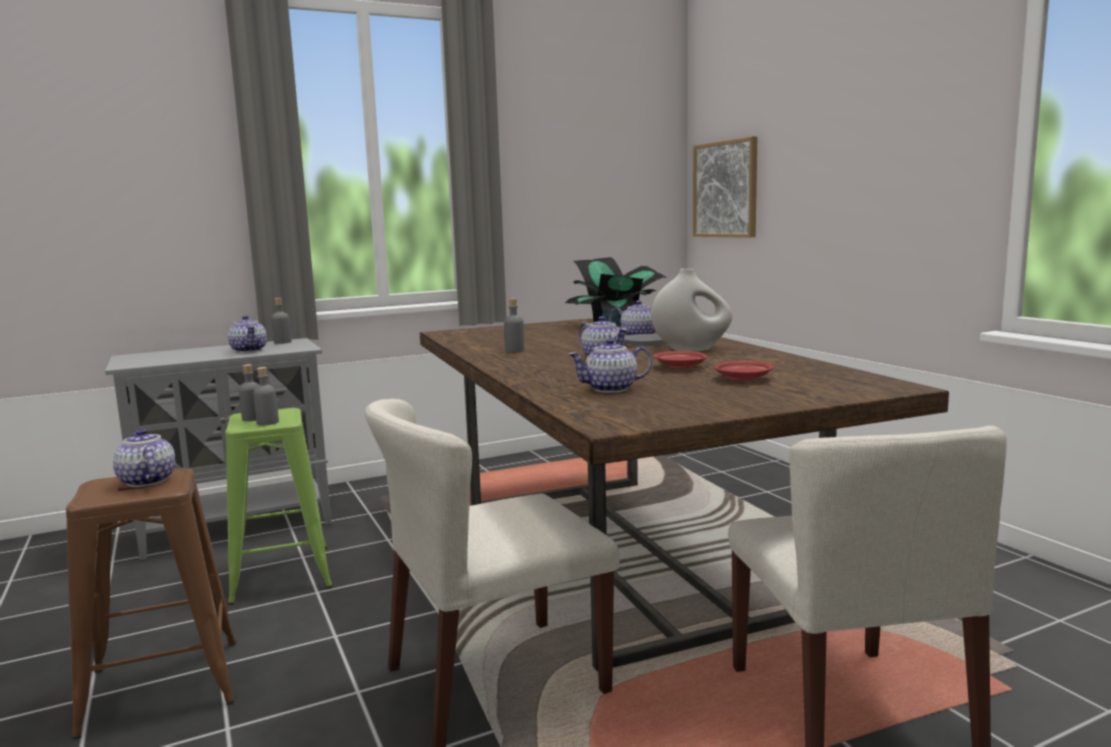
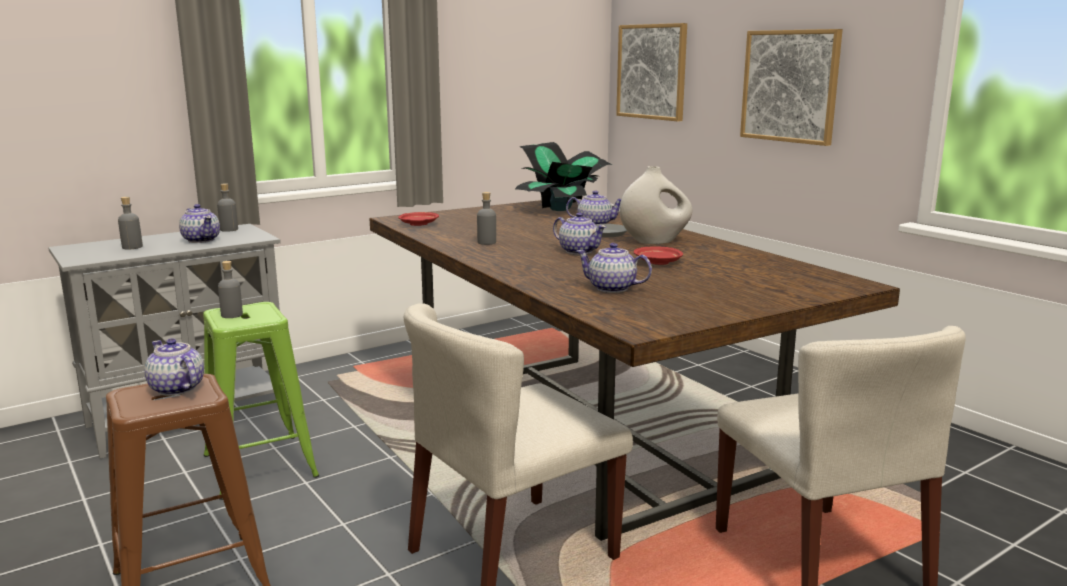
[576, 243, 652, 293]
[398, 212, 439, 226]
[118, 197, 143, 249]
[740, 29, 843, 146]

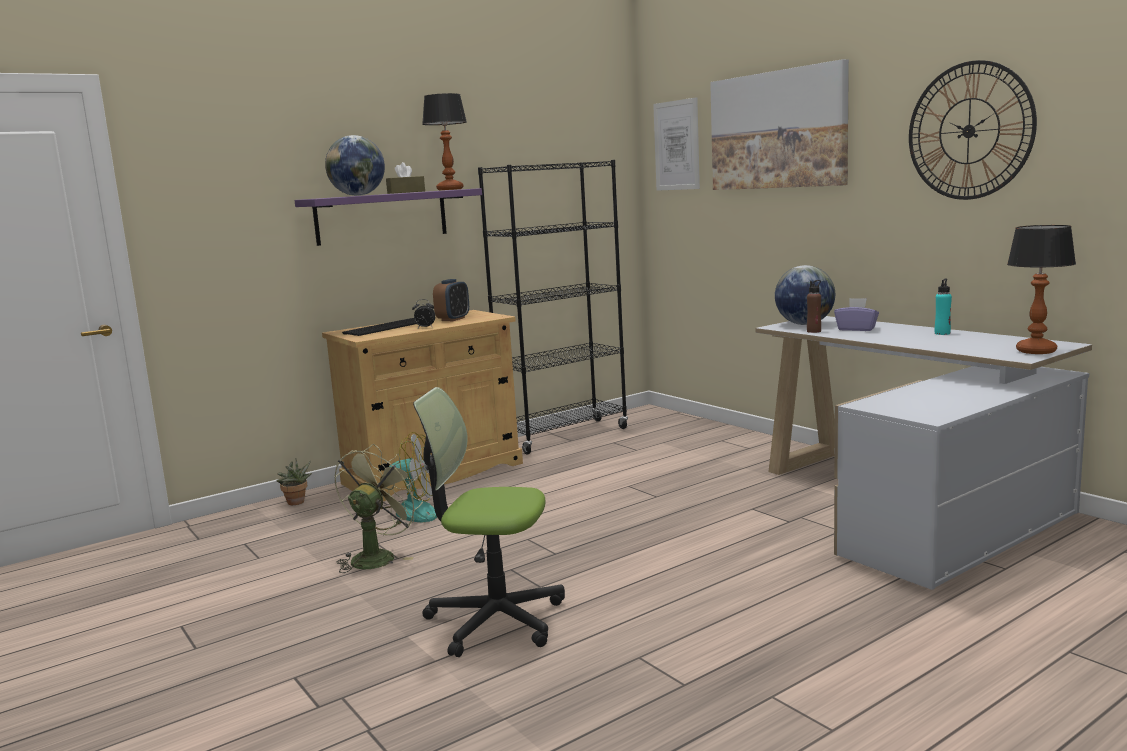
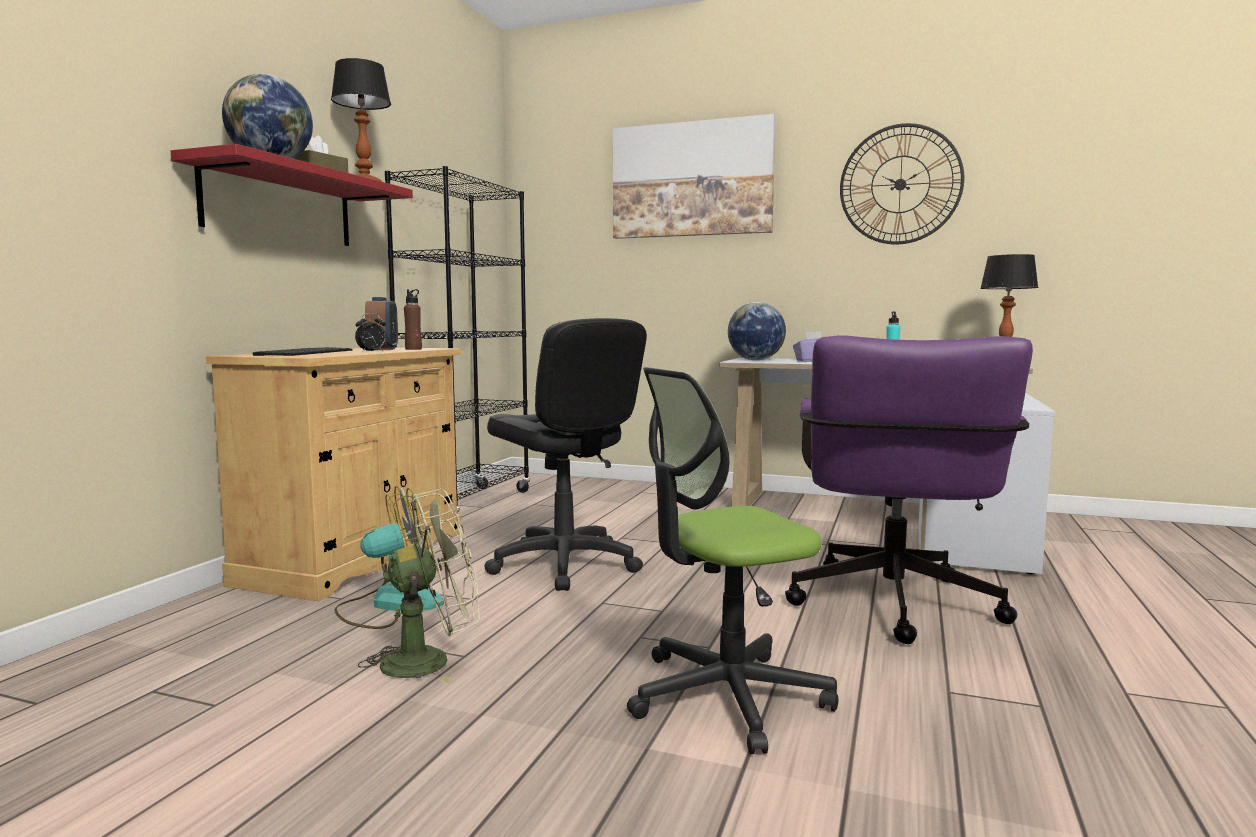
[653, 97, 700, 191] (first image)
[171, 144, 413, 246]
[404, 289, 422, 350]
[358, 488, 480, 684]
[277, 458, 312, 505] (first image)
[484, 318, 647, 591]
[785, 335, 1033, 644]

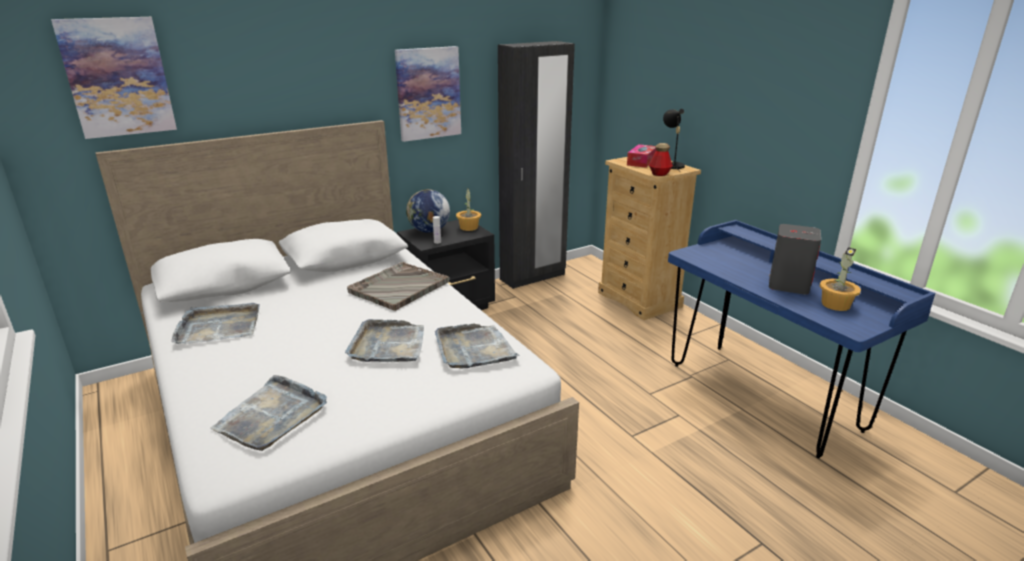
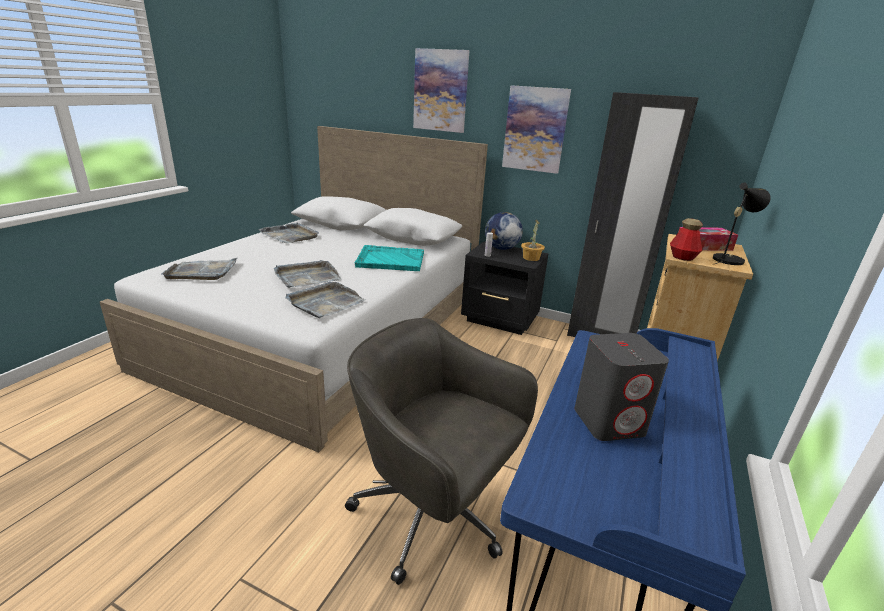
[413, 48, 470, 133]
[819, 247, 861, 311] (first image)
[354, 245, 424, 271]
[345, 318, 538, 585]

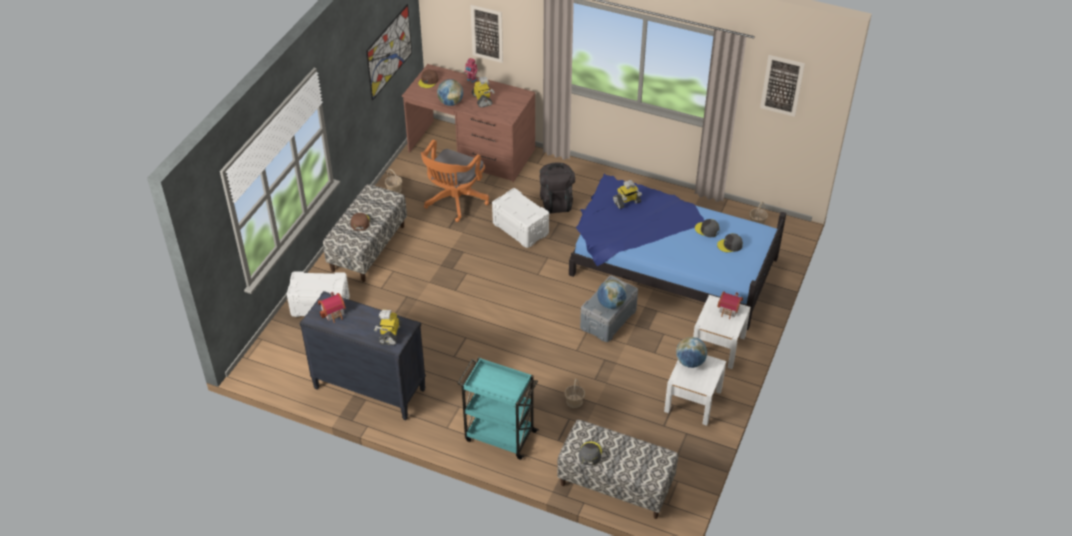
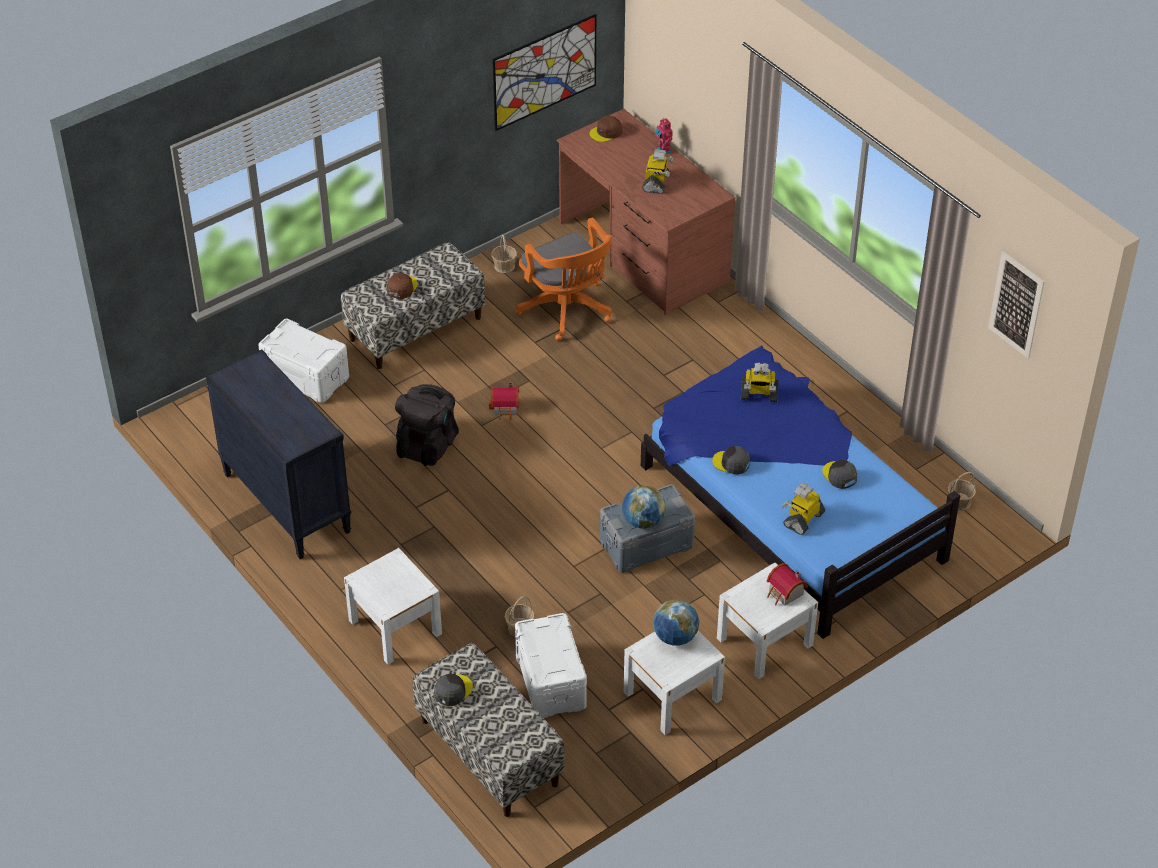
[470, 5, 503, 63] (first image)
[437, 79, 463, 106] (first image)
[515, 217, 612, 341]
[395, 384, 459, 466]
[515, 613, 587, 718]
[712, 446, 750, 474]
[489, 382, 519, 420]
[782, 483, 825, 535]
[344, 548, 442, 665]

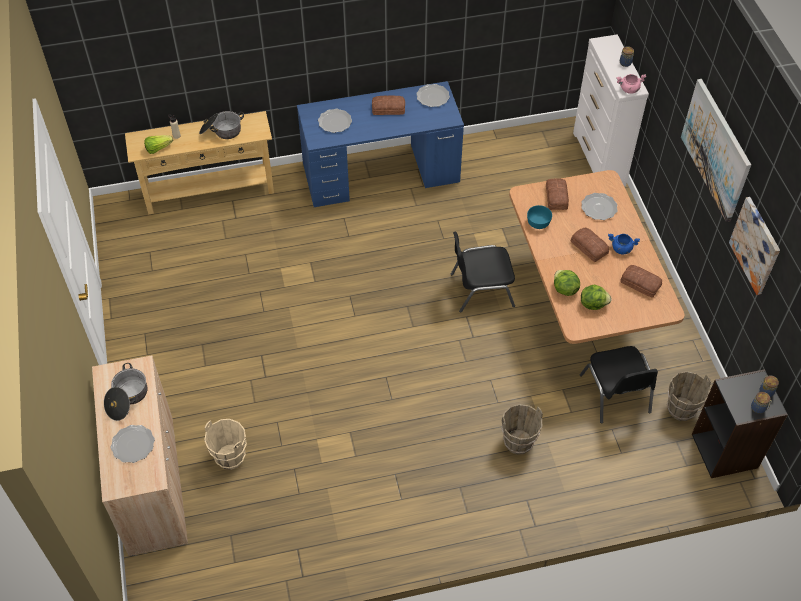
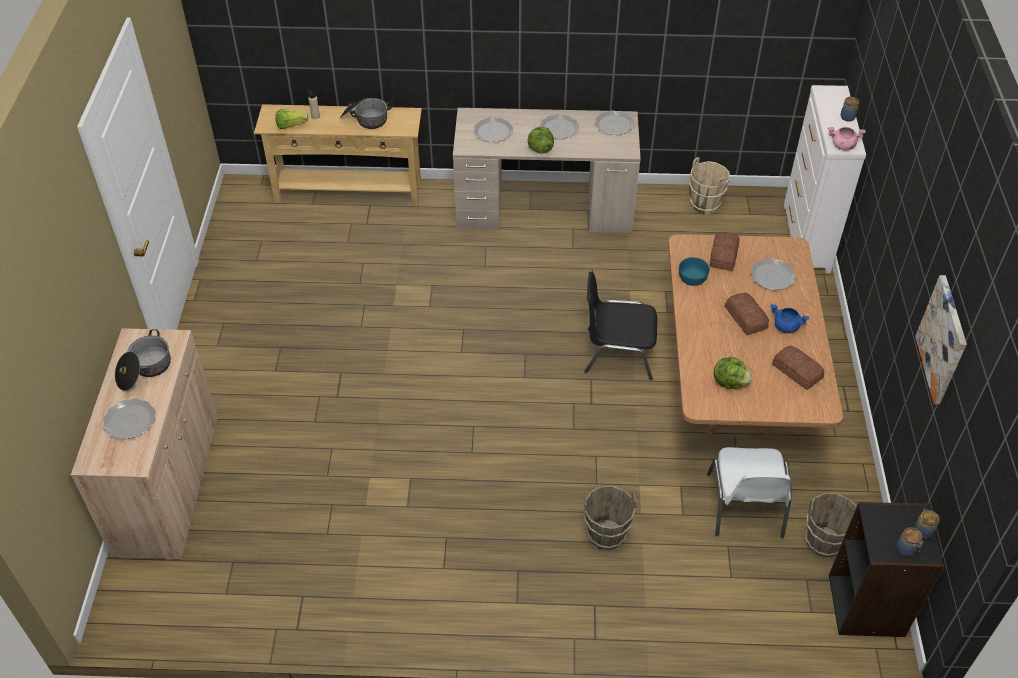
[681, 79, 751, 222] (first image)
[453, 108, 641, 233]
[540, 114, 579, 139]
[528, 127, 554, 154]
[707, 447, 792, 538]
[689, 157, 730, 215]

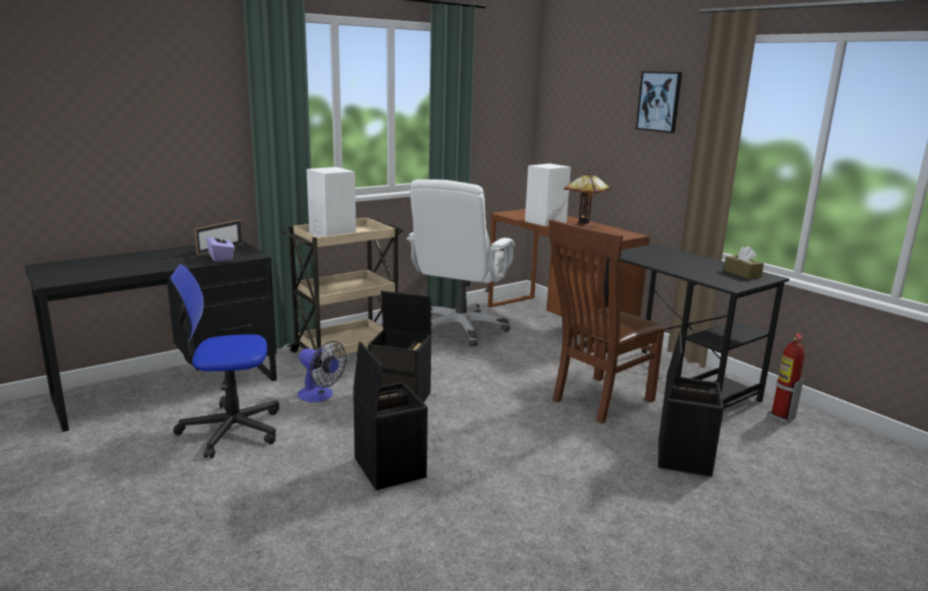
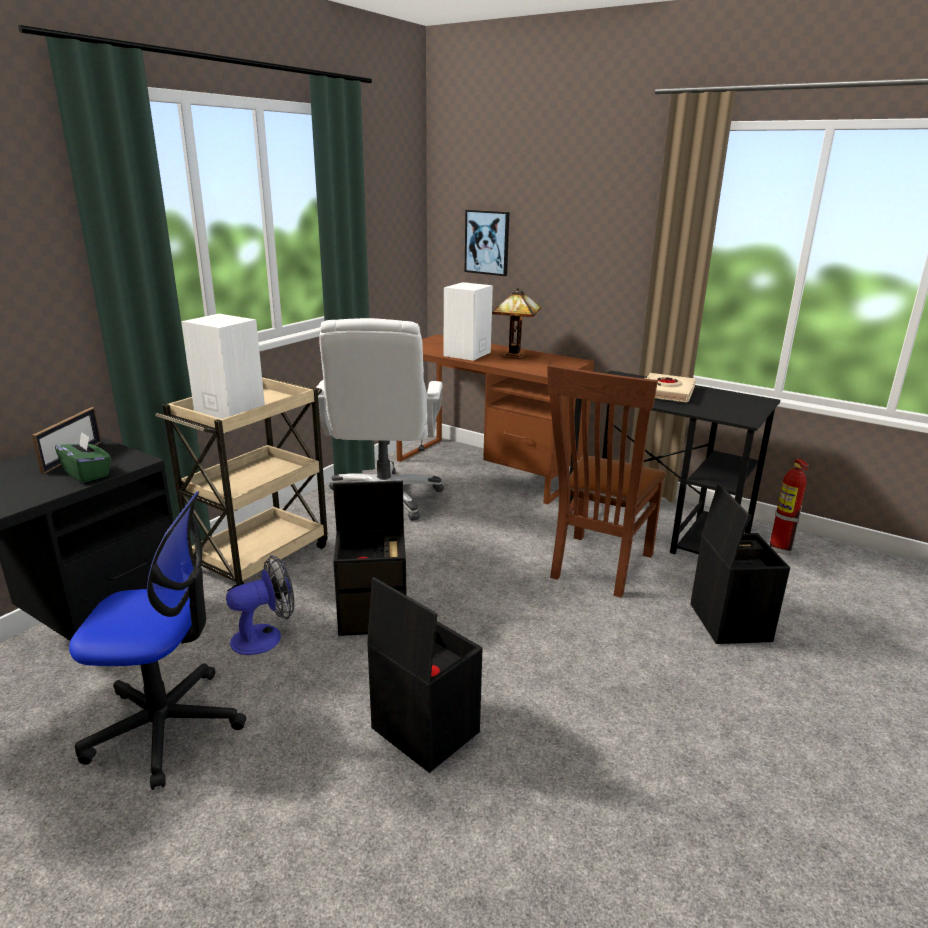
[465, 210, 509, 276]
[55, 432, 111, 483]
[724, 246, 764, 279] (first image)
[69, 492, 246, 790]
[226, 555, 294, 655]
[644, 373, 696, 403]

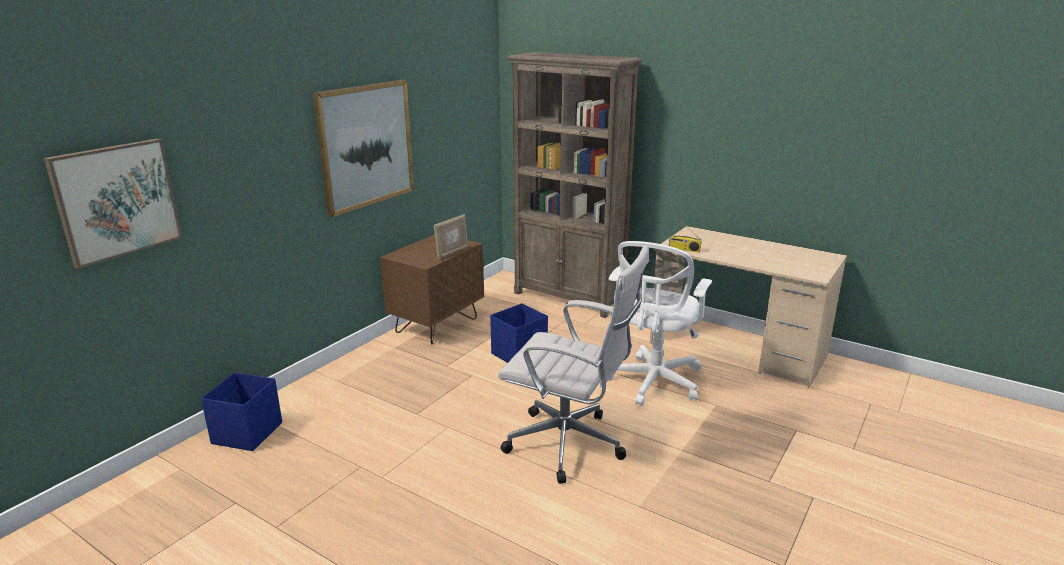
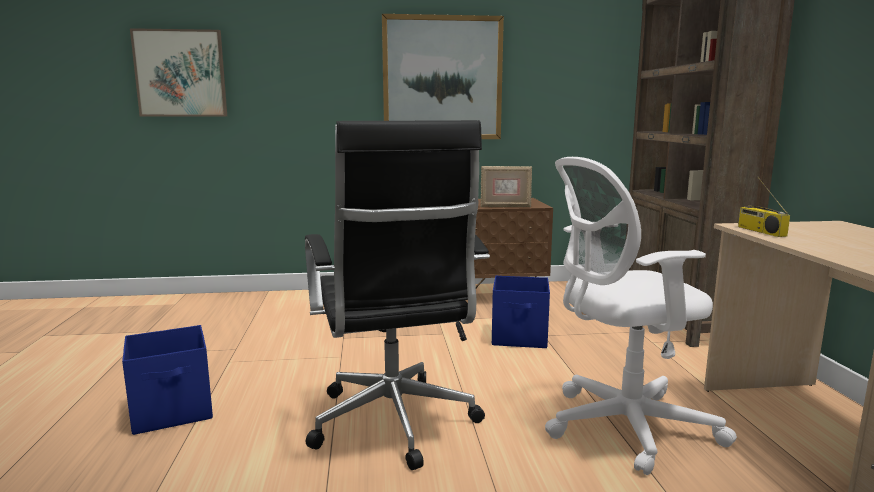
[305, 120, 490, 470]
[122, 325, 213, 435]

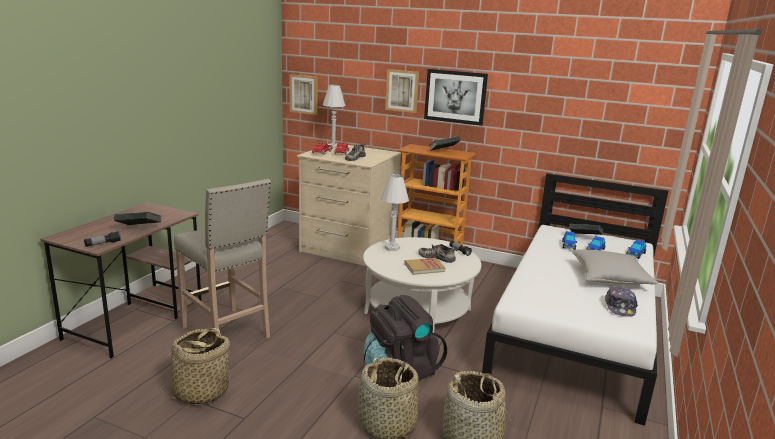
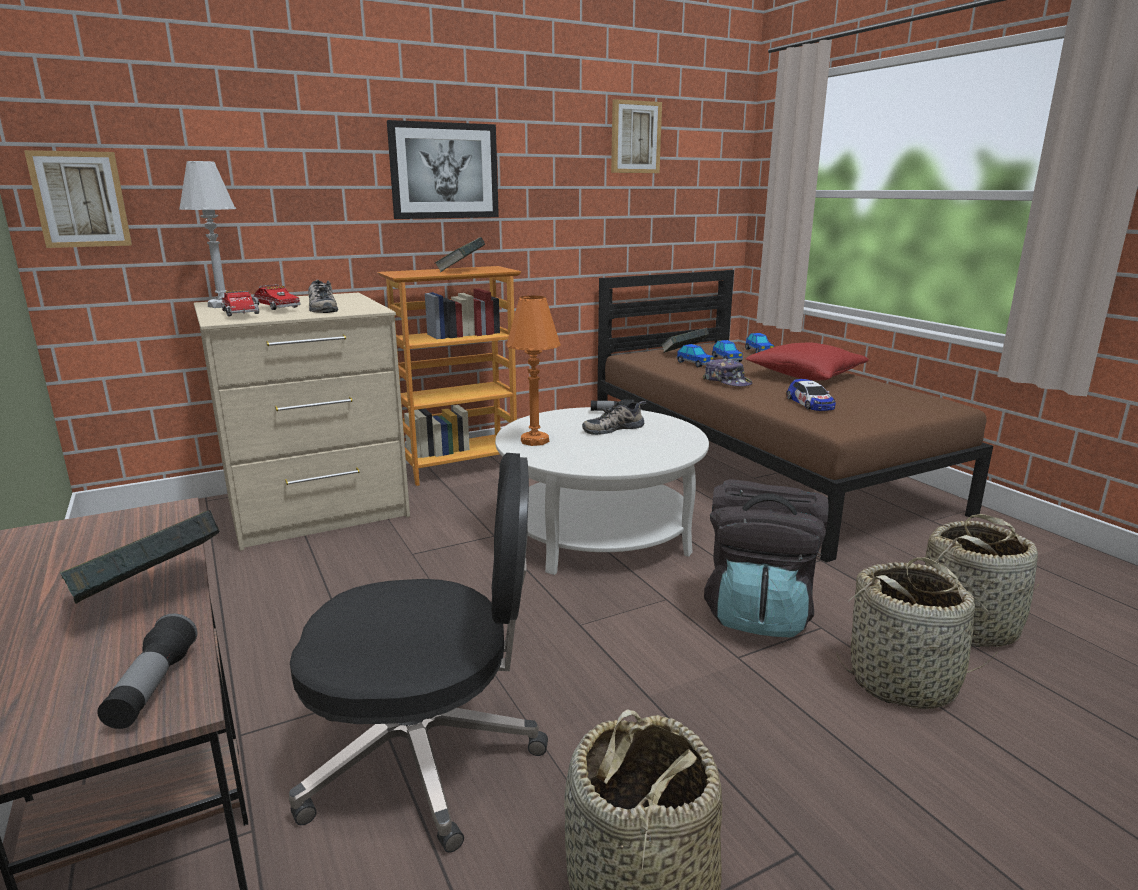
[611, 99, 662, 173]
[597, 270, 993, 563]
[506, 296, 561, 446]
[289, 453, 548, 853]
[746, 342, 869, 381]
[404, 258, 445, 275] (first image)
[703, 358, 752, 387]
[786, 379, 836, 411]

